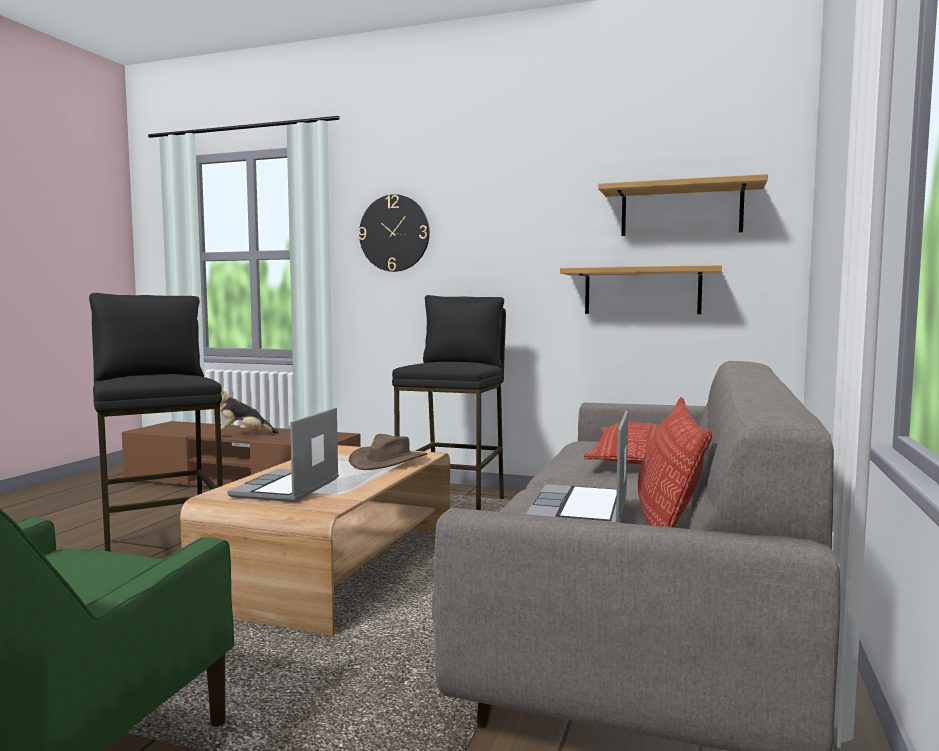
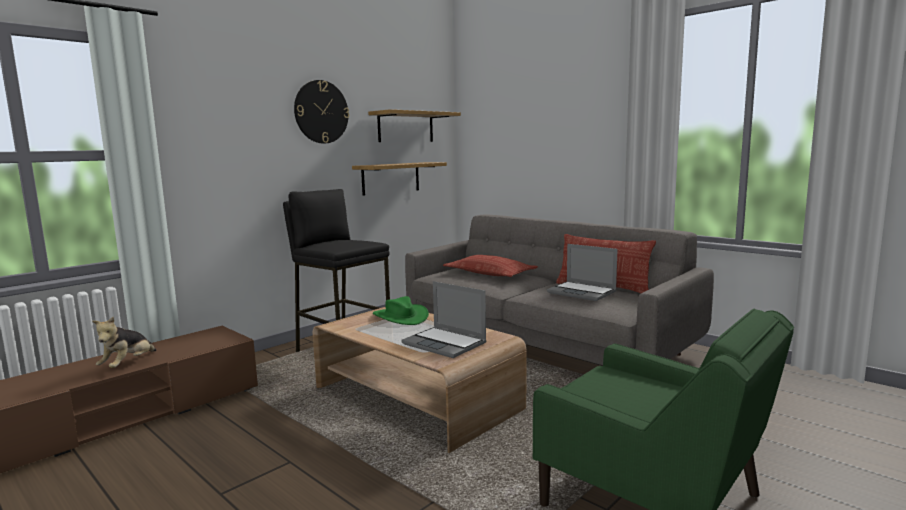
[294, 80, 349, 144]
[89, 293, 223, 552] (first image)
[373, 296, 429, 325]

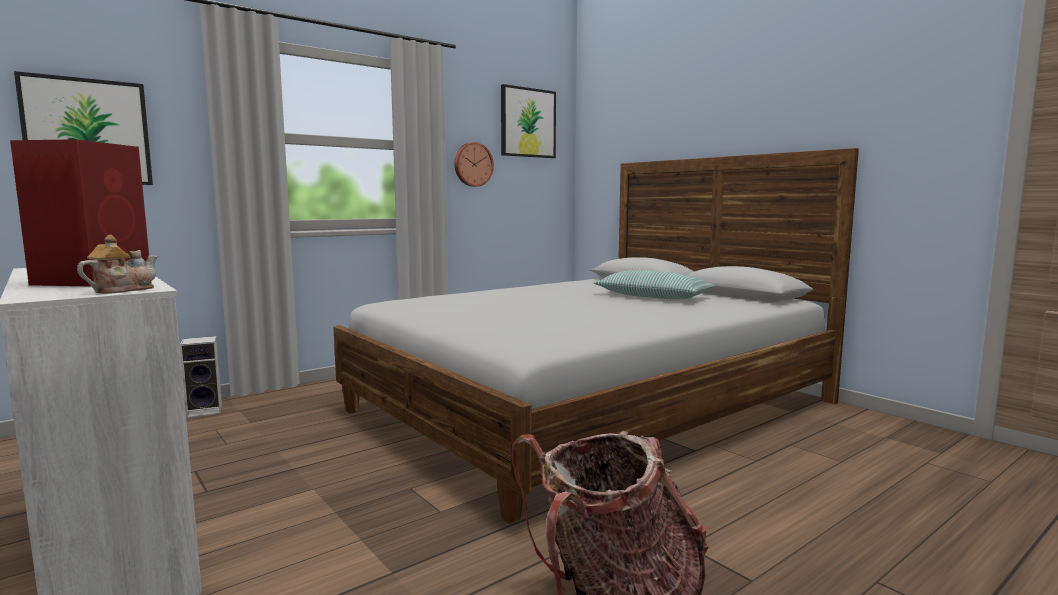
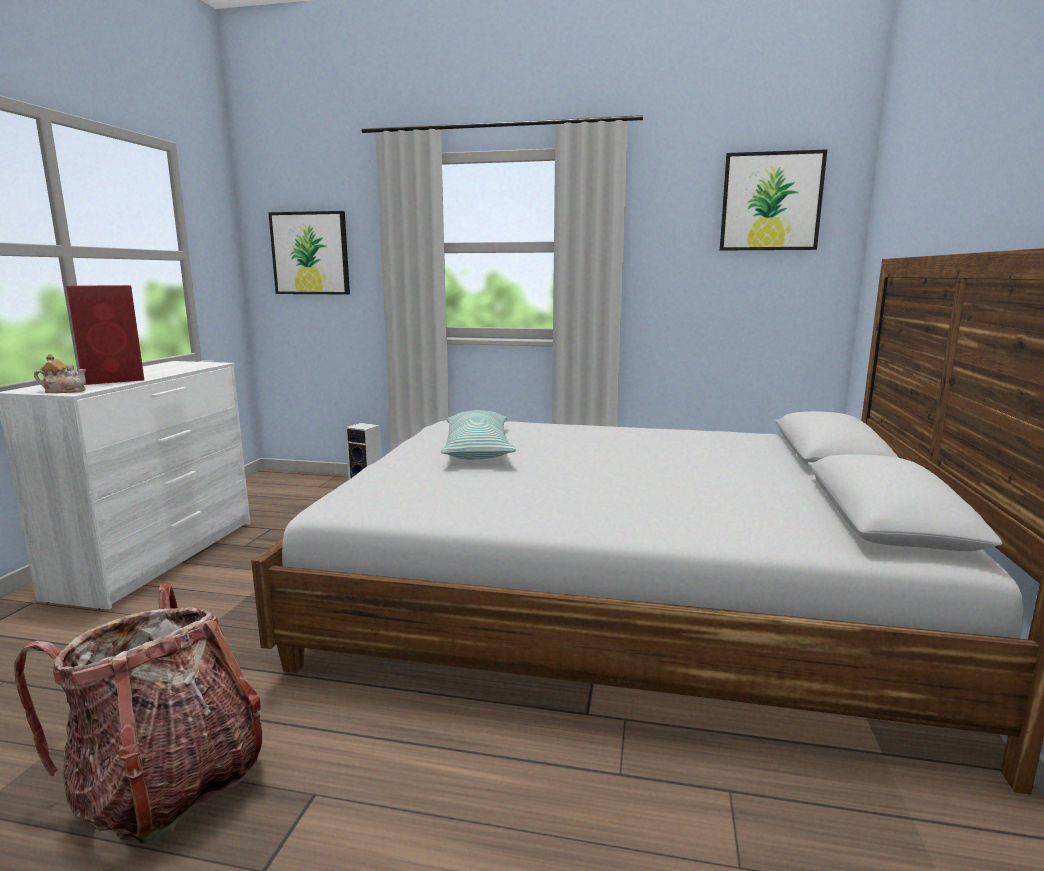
[454, 142, 494, 187] (first image)
[441, 410, 516, 460]

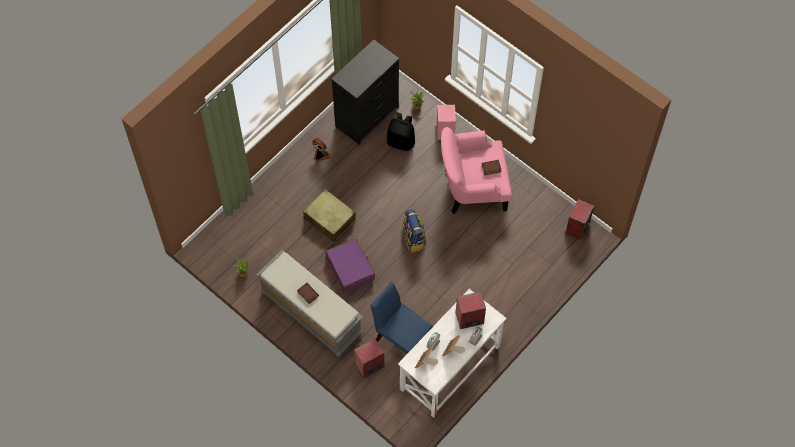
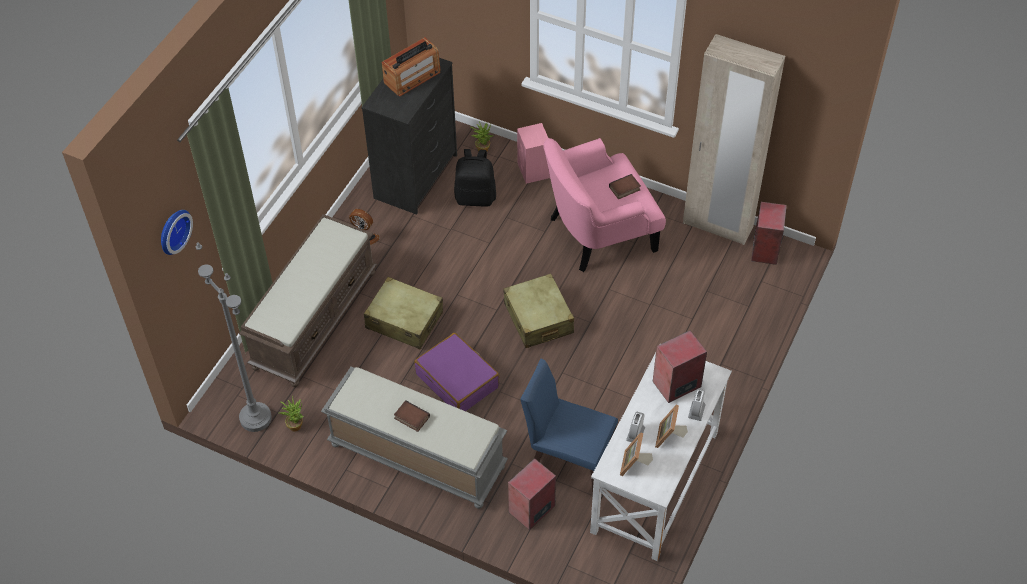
[503, 273, 574, 348]
[683, 34, 785, 245]
[381, 37, 441, 96]
[161, 210, 193, 255]
[239, 214, 377, 387]
[196, 242, 272, 432]

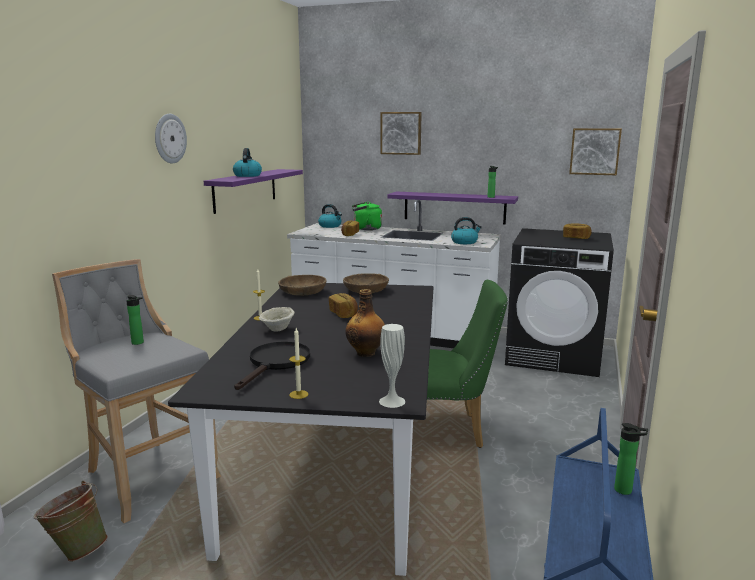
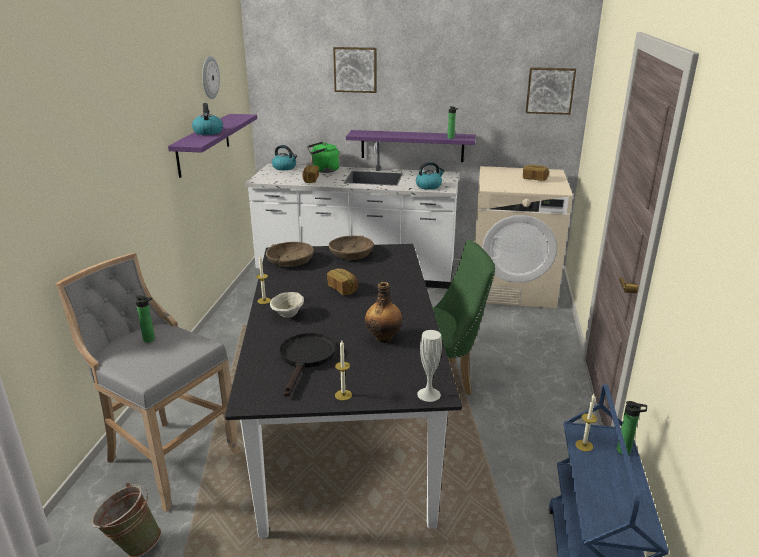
[202, 56, 220, 99]
[475, 166, 573, 309]
[575, 394, 597, 452]

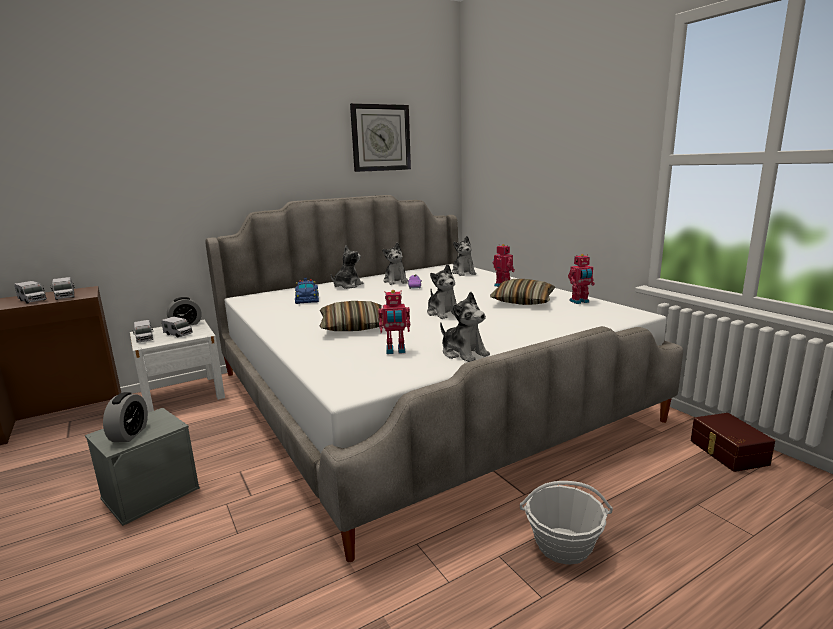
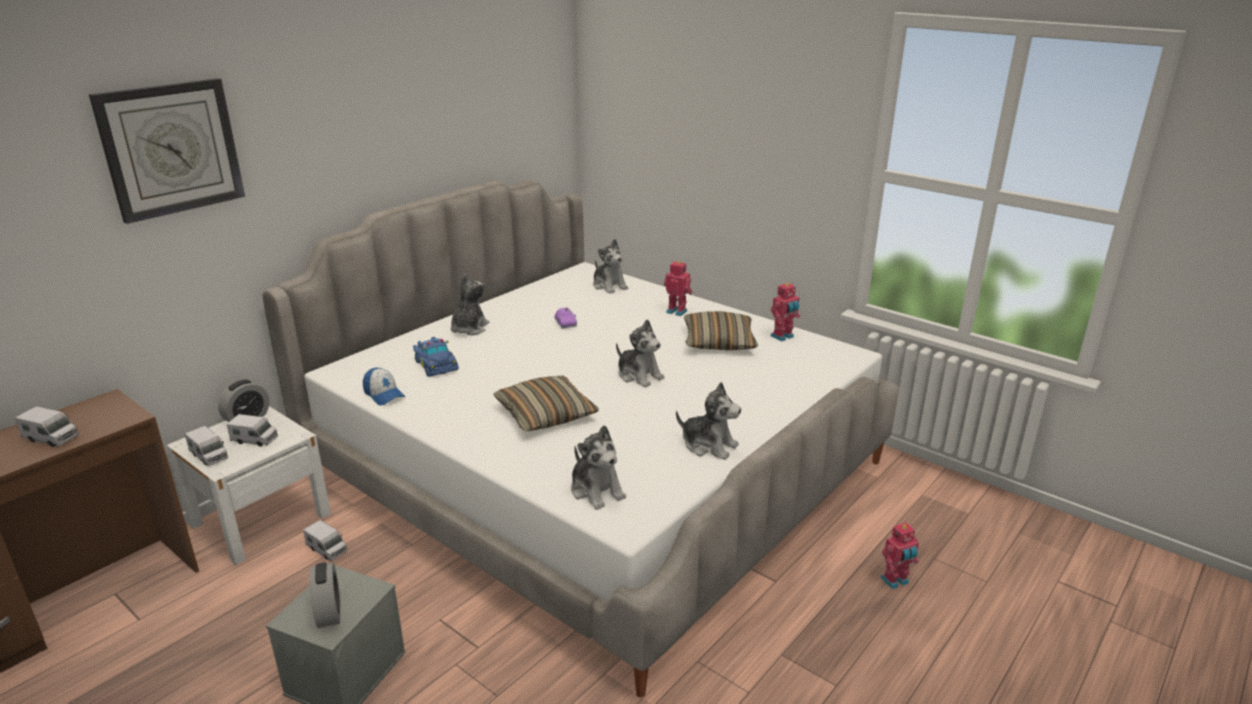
[89, 78, 245, 224]
[571, 425, 626, 510]
[303, 520, 348, 561]
[880, 523, 919, 589]
[691, 413, 775, 472] (first image)
[520, 481, 613, 565] (first image)
[363, 367, 405, 405]

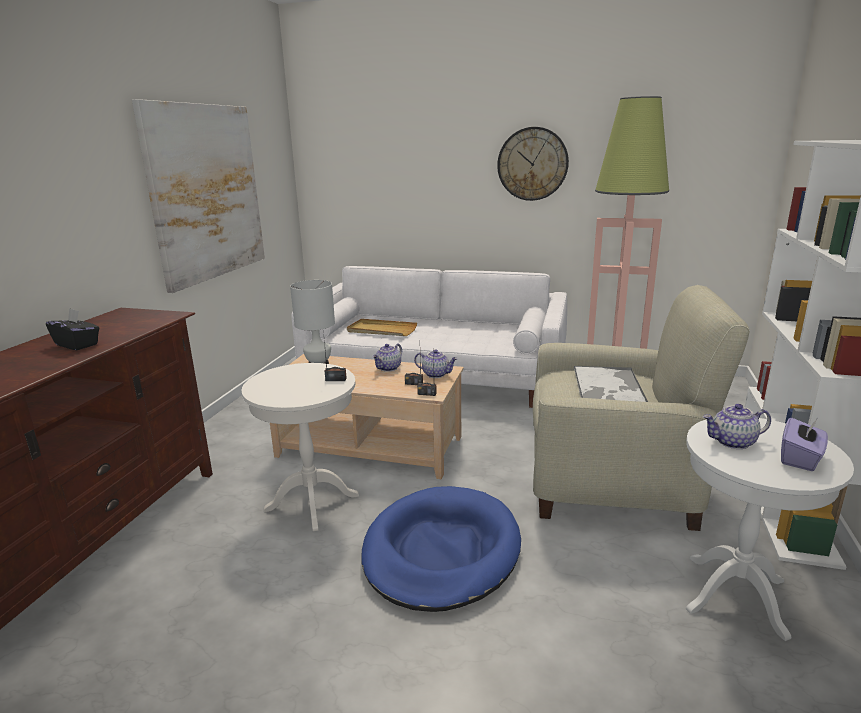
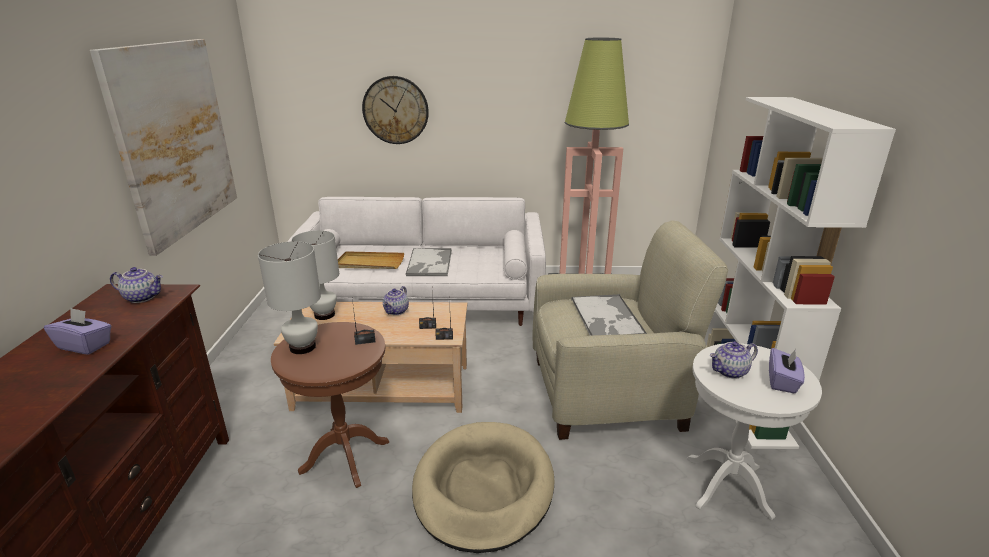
[362, 76, 429, 144]
[44, 307, 111, 354]
[110, 267, 163, 303]
[271, 322, 389, 488]
[412, 422, 555, 553]
[258, 241, 321, 354]
[405, 248, 452, 276]

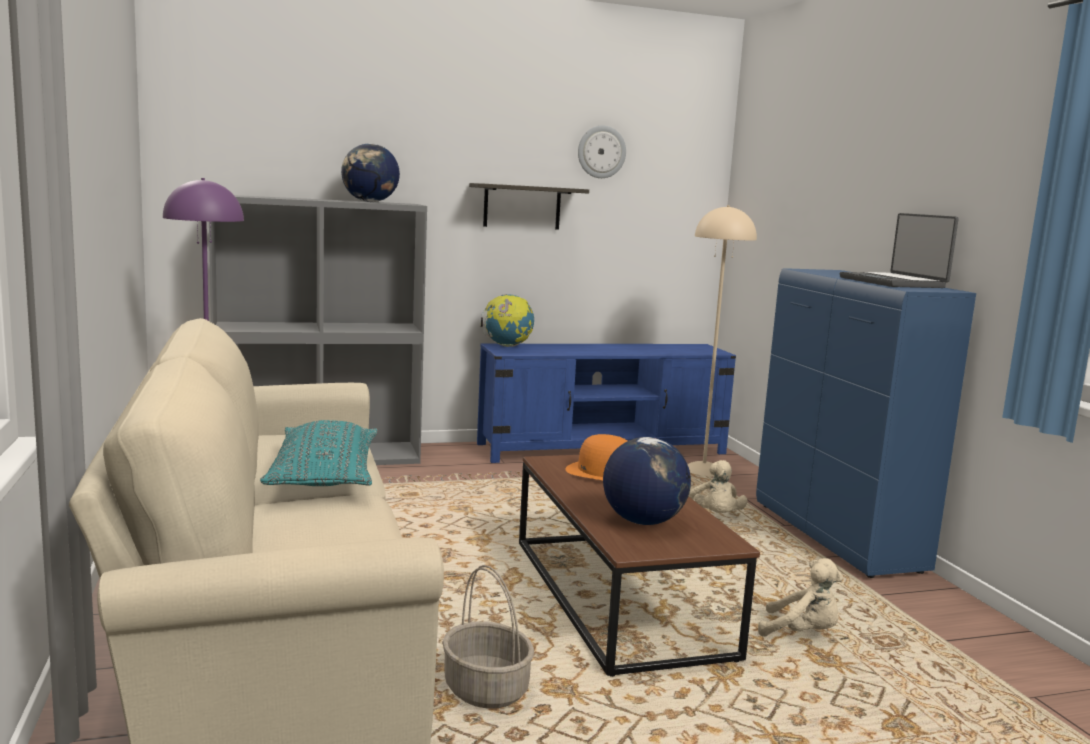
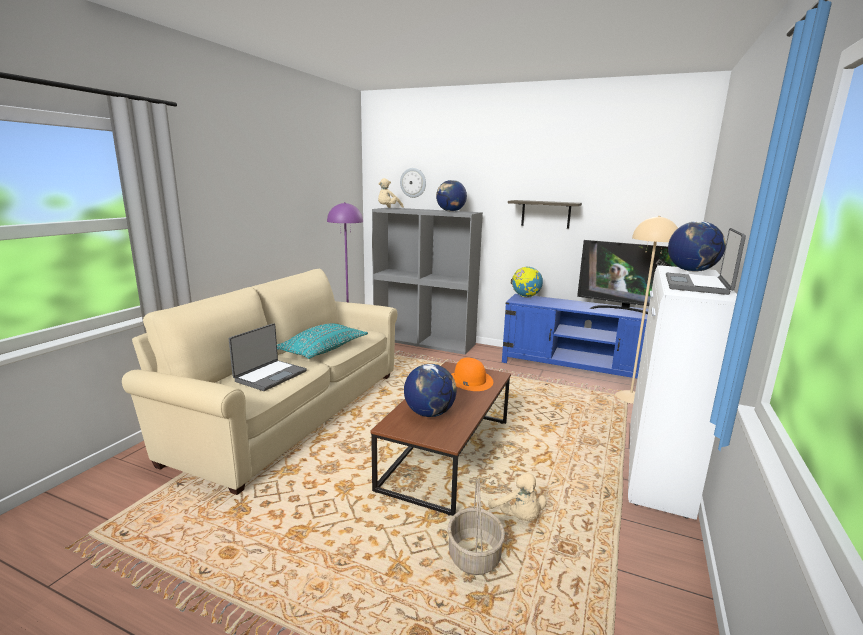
[400, 168, 426, 198]
[628, 265, 737, 520]
[378, 178, 404, 208]
[448, 479, 505, 575]
[668, 221, 726, 272]
[577, 240, 678, 314]
[229, 323, 307, 391]

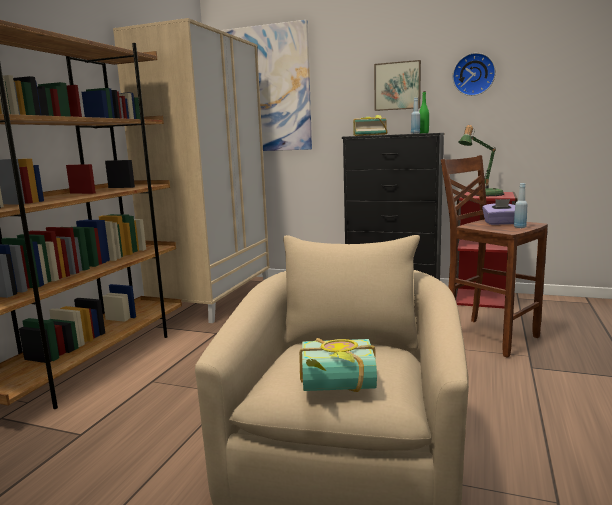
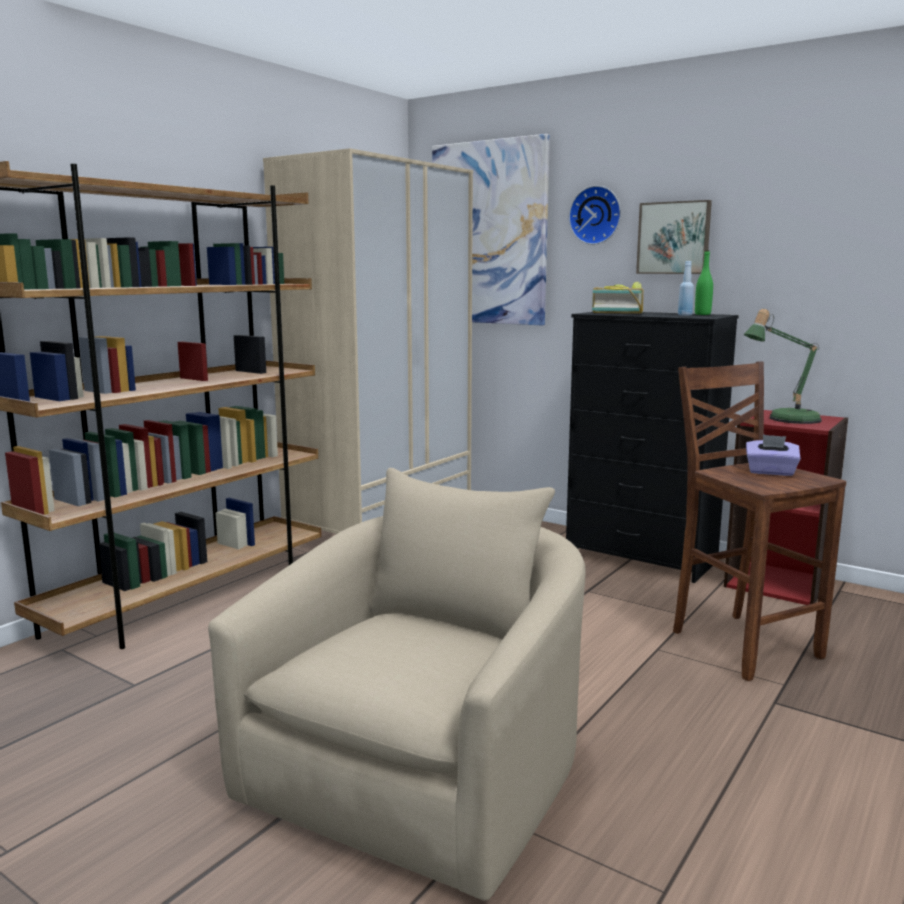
[569, 185, 621, 245]
[514, 183, 528, 228] (first image)
[299, 338, 377, 392] (first image)

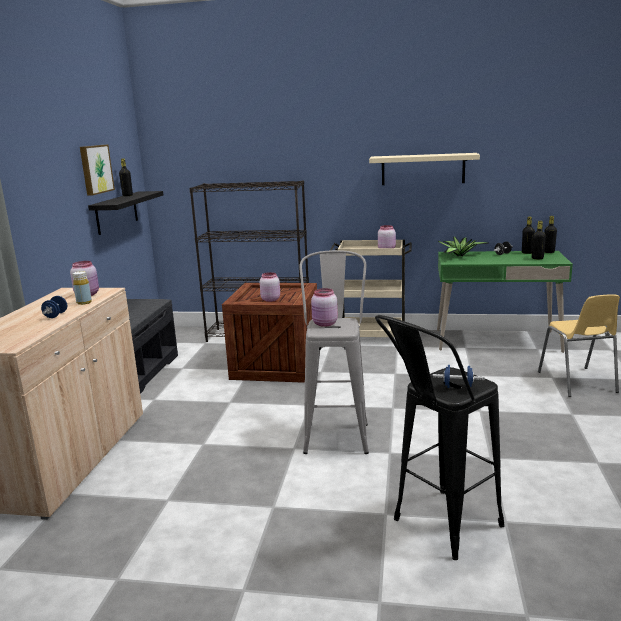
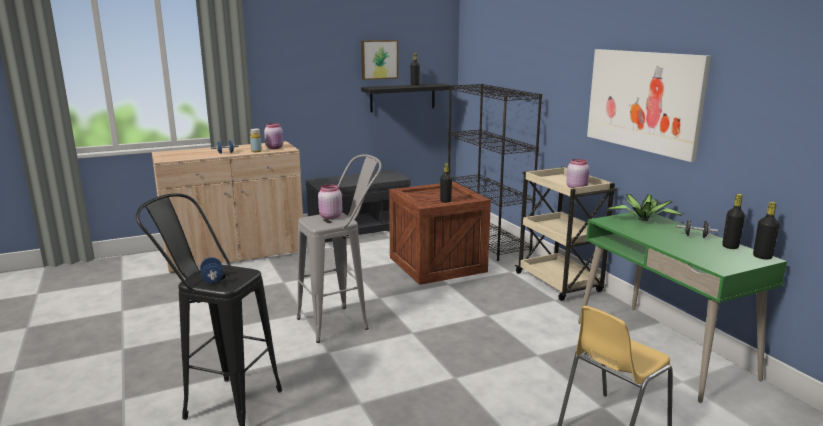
[587, 49, 711, 162]
[440, 163, 452, 203]
[260, 272, 280, 302] (first image)

